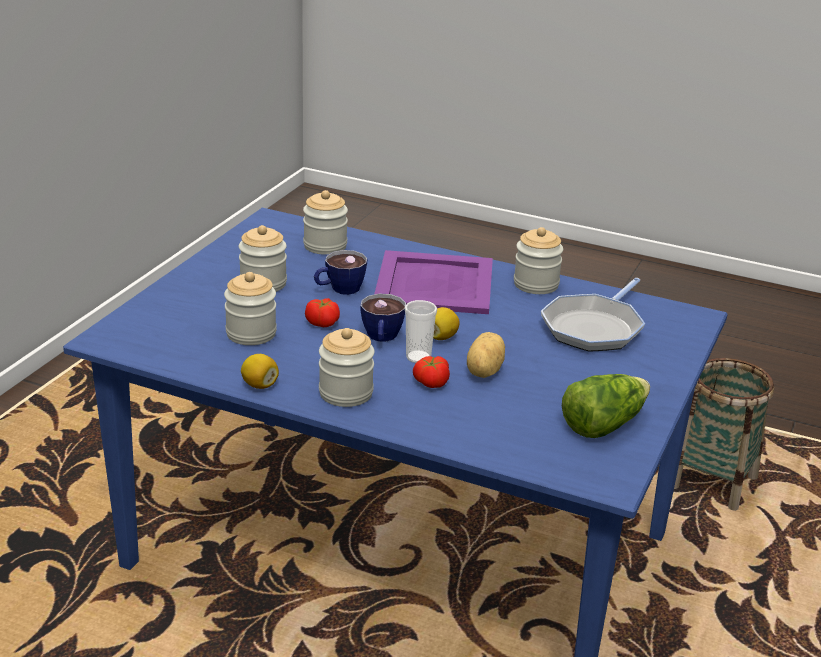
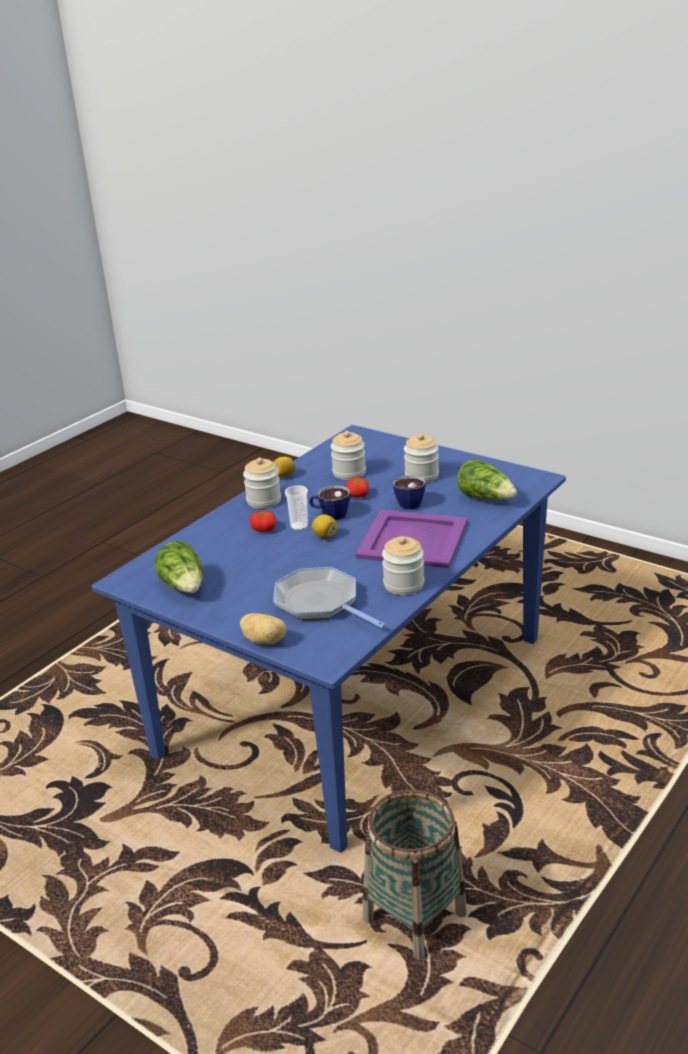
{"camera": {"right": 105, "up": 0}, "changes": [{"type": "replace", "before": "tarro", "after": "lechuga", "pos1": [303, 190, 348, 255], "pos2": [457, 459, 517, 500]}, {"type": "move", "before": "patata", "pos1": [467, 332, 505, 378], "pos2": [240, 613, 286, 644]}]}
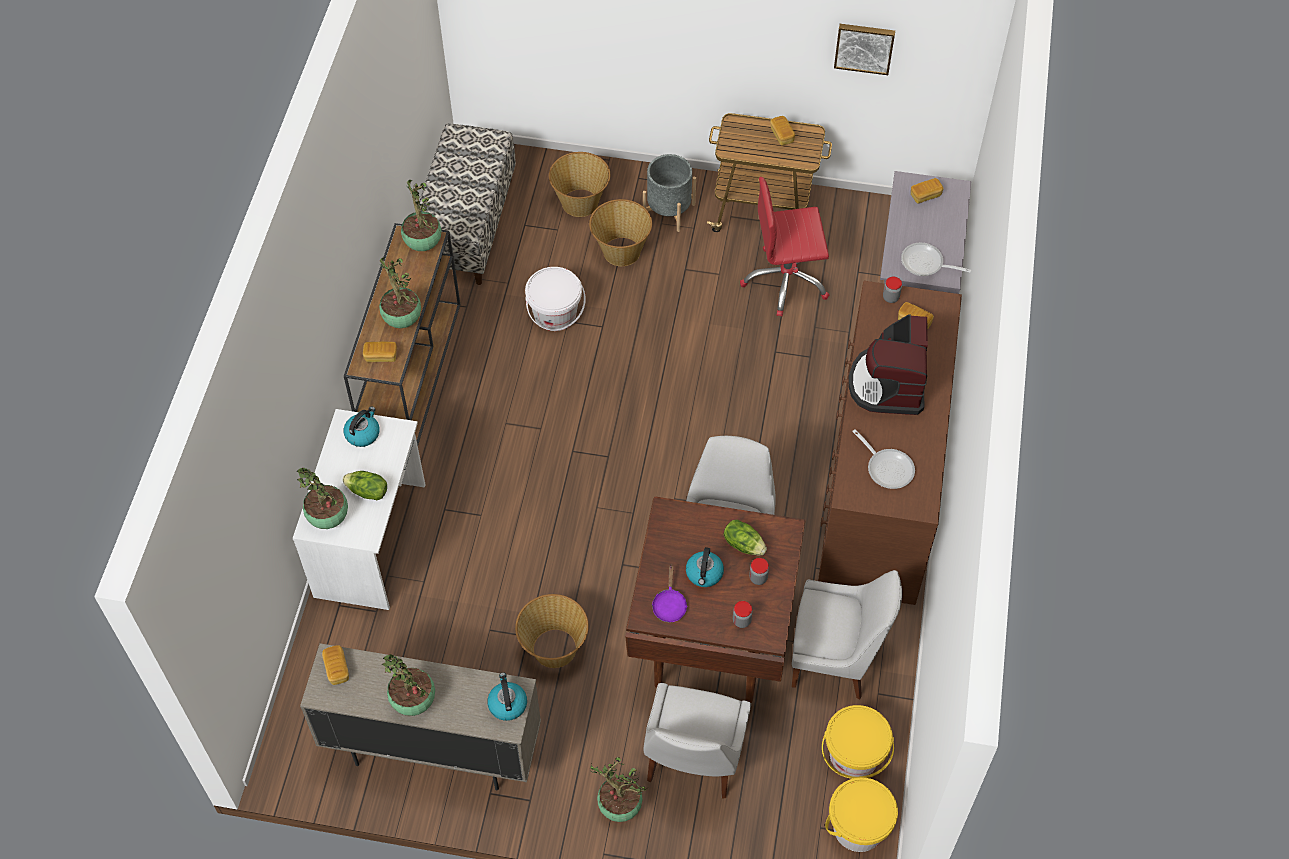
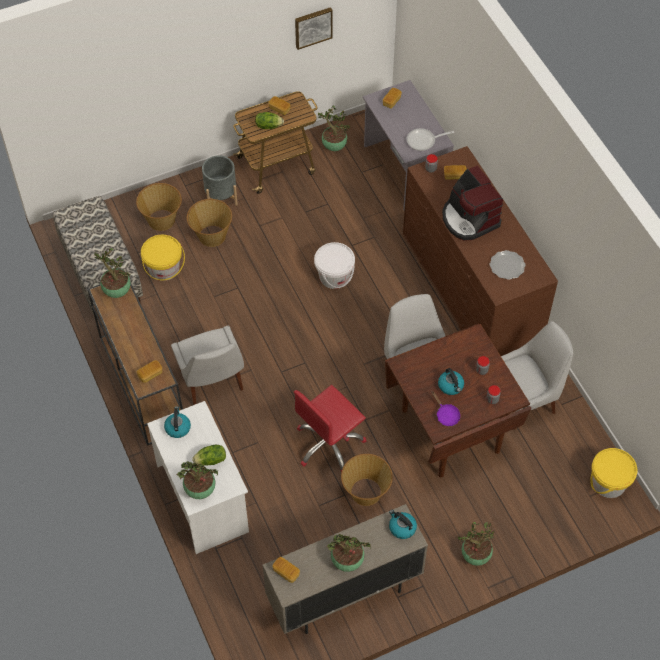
{"camera": {"right": -35, "up": 0}, "changes": [{"type": "move", "before": "silla de oficina (rojo)", "pos1": [740, 177, 829, 317], "pos2": [294, 385, 366, 472]}, {"type": "move", "before": "planta en maceta", "pos1": [379, 257, 421, 328], "pos2": [318, 106, 350, 151]}, {"type": "move", "before": "cubo (blanco)", "pos1": [525, 267, 586, 331], "pos2": [314, 242, 355, 289]}, {"type": "replace", "before": "sartén", "after": "plato", "pos1": [852, 429, 915, 489], "pos2": [490, 250, 526, 280]}, {"type": "move", "before": "lechuga", "pos1": [724, 519, 767, 556], "pos2": [255, 112, 284, 129]}, {"type": "move", "before": "silla (blanco)", "pos1": [644, 683, 751, 799], "pos2": [171, 326, 244, 405]}, {"type": "move", "before": "cubo (amarillo)", "pos1": [822, 705, 894, 779], "pos2": [141, 235, 185, 281]}]}
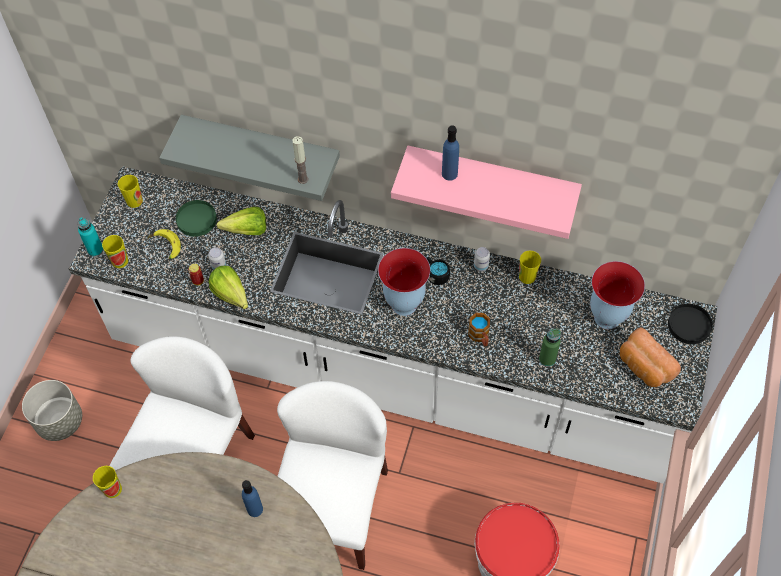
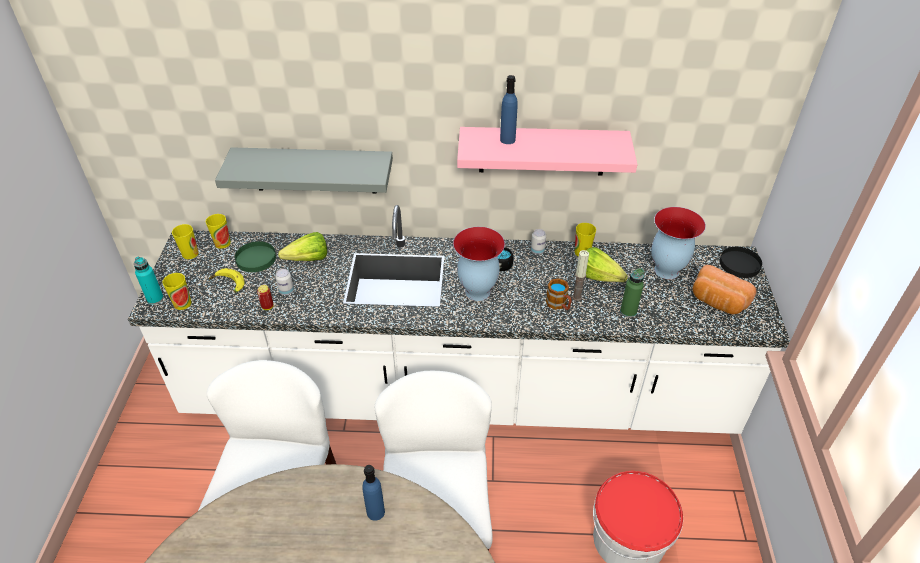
{"camera": {"right": -15, "up": -15}, "changes": [{"type": "move", "before": "vela", "pos1": [292, 136, 308, 184], "pos2": [572, 250, 589, 301]}, {"type": "move", "before": "lechuga", "pos1": [209, 265, 248, 309], "pos2": [586, 247, 628, 282]}, {"type": "delete", "before": "maceta (gris)", "pos1": [22, 380, 82, 441]}, {"type": "move", "before": "taza", "pos1": [93, 466, 122, 498], "pos2": [206, 214, 231, 249]}]}
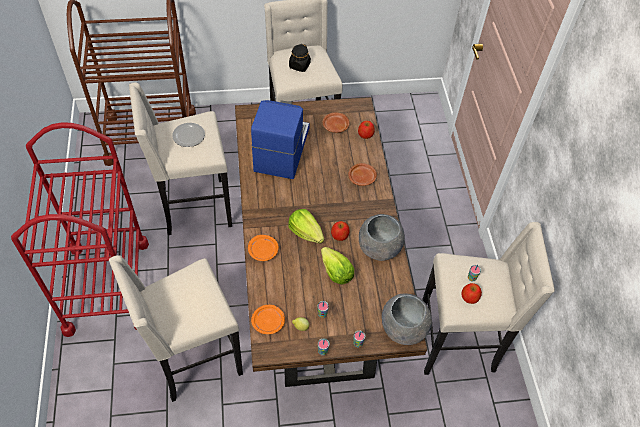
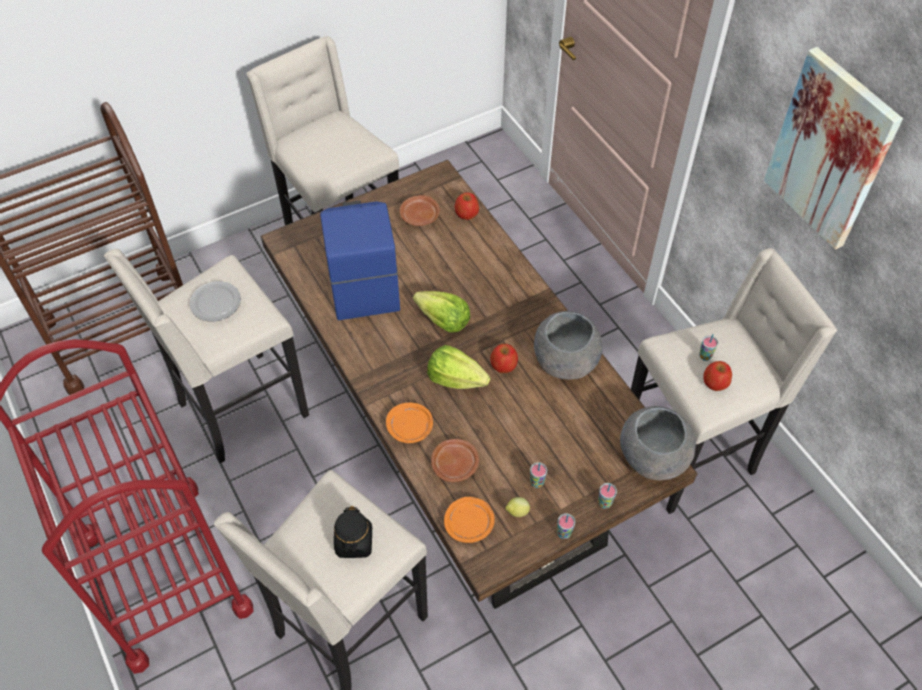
{"camera": {"right": -20, "up": 0}, "changes": [{"type": "move", "before": "tarro (negro)", "pos1": [289, 44, 311, 72], "pos2": [334, 506, 372, 558]}, {"type": "move", "before": "plato (marrón)", "pos1": [348, 163, 377, 186], "pos2": [431, 439, 479, 482]}, {"type": "move", "before": "lechuga", "pos1": [321, 247, 354, 284], "pos2": [413, 291, 470, 333]}, {"type": "insert", "after": "cuadro", "pos2": [764, 47, 903, 250]}]}
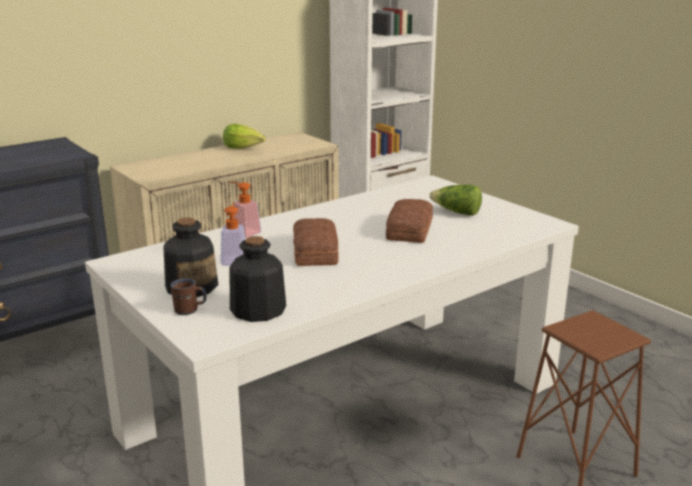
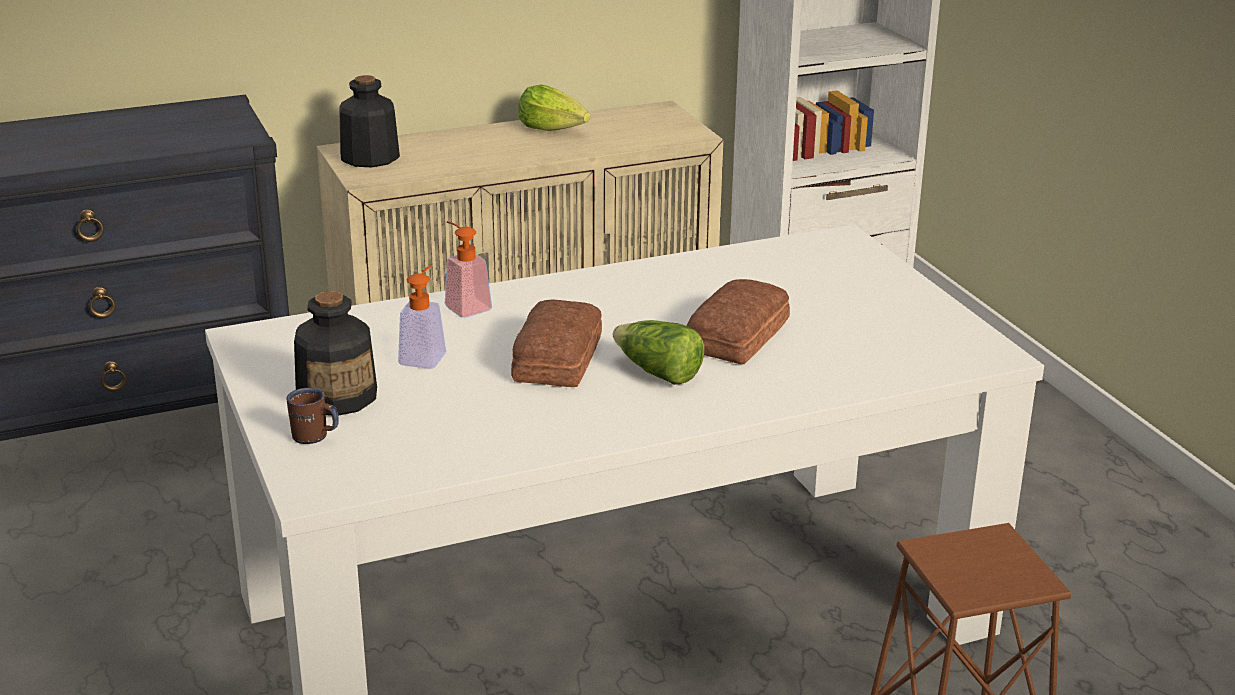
{"camera": {"right": 15, "up": 5}, "changes": [{"type": "move", "before": "lechuga", "pos1": [430, 185, 482, 216], "pos2": [612, 320, 704, 385]}, {"type": "move", "before": "botella", "pos1": [230, 236, 286, 322], "pos2": [339, 75, 400, 168]}]}
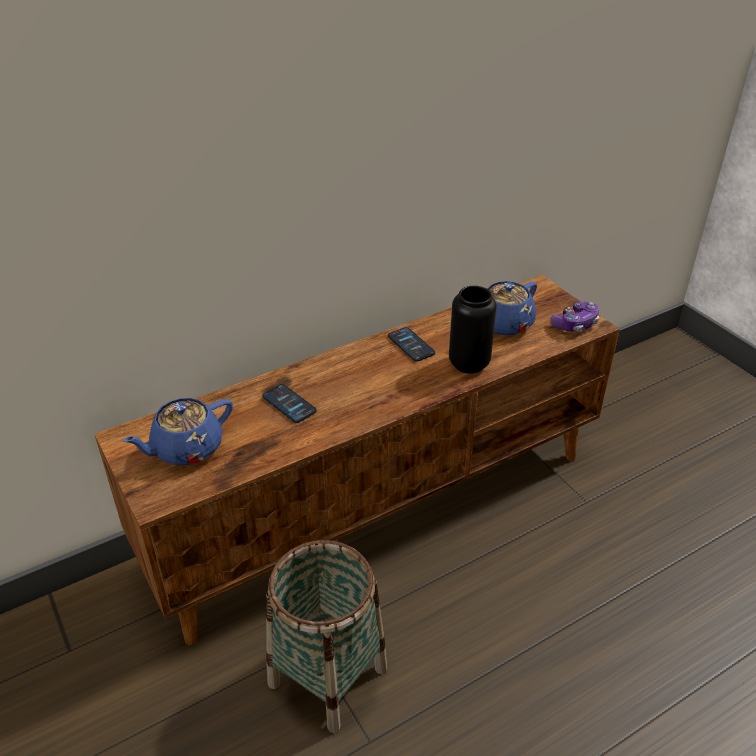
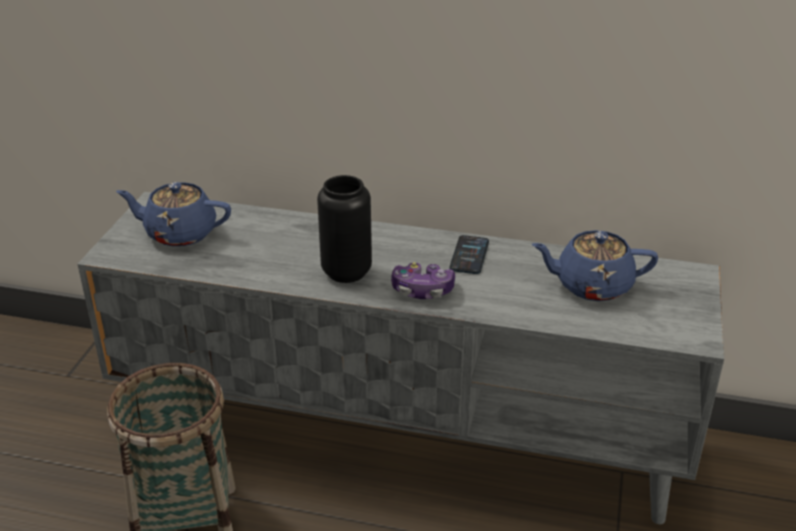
{"camera": {"right": 45, "up": -5}, "changes": [{"type": "recolor", "before": "mueble de televisión (marrón)", "after": "mueble de televisión (gris)", "pos1": [94, 275, 620, 645], "pos2": [77, 192, 724, 524]}, {"type": "move", "before": "florero (negro)", "pos1": [449, 286, 497, 374], "pos2": [317, 175, 372, 283]}, {"type": "move", "before": "mando de consola", "pos1": [550, 302, 599, 332], "pos2": [391, 262, 455, 299]}, {"type": "delete", "before": "móvil", "pos1": [262, 384, 317, 423]}]}
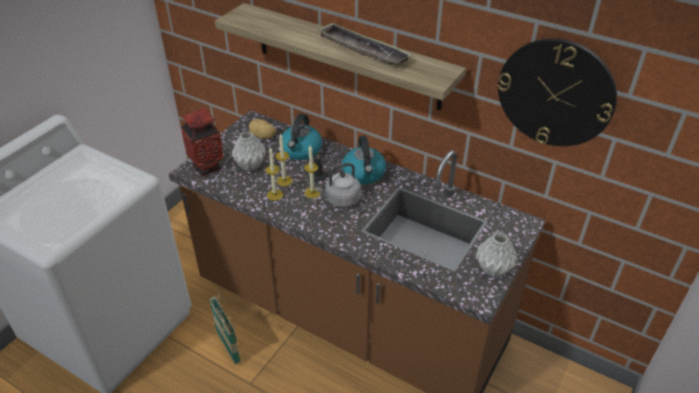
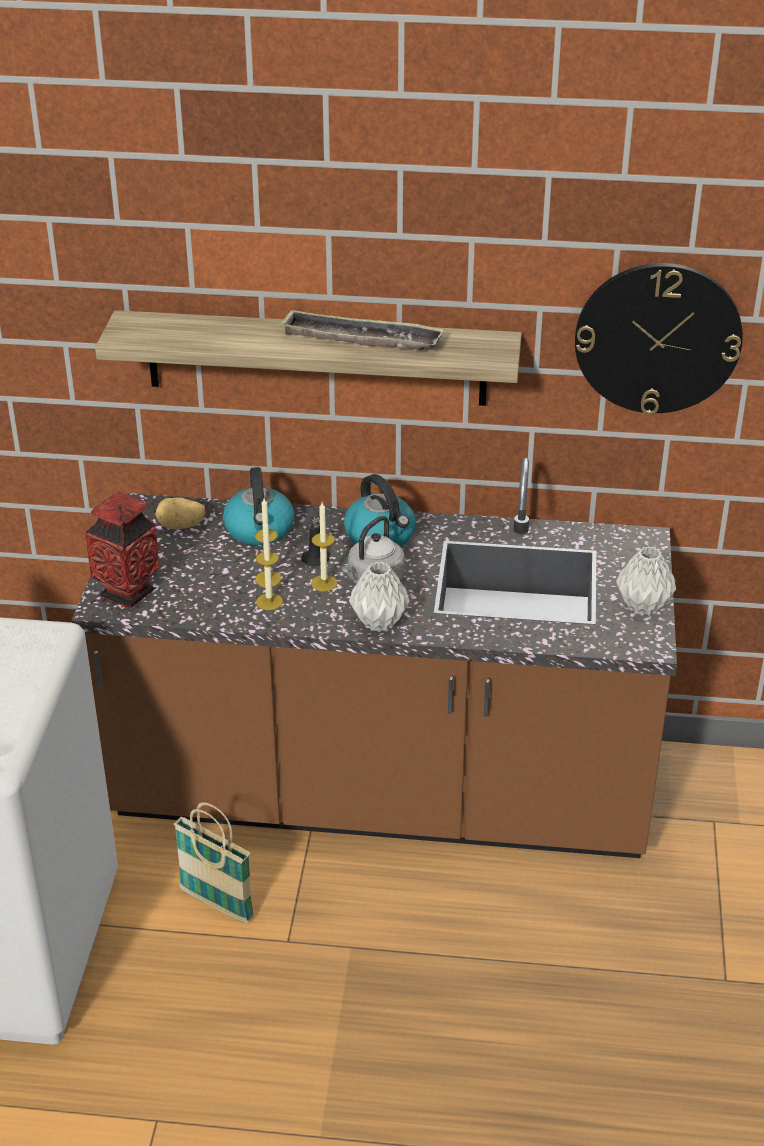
{"camera": {"right": -25, "up": -5}, "changes": [{"type": "move", "before": "florero (gris)", "pos1": [231, 131, 266, 171], "pos2": [349, 562, 410, 632]}]}
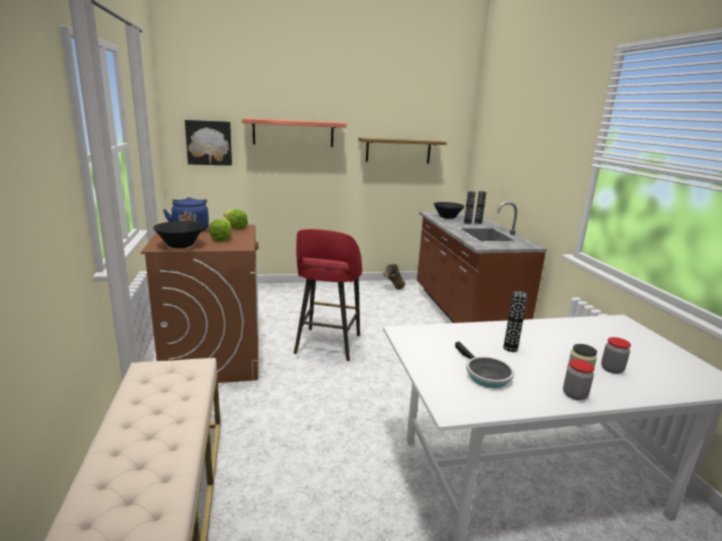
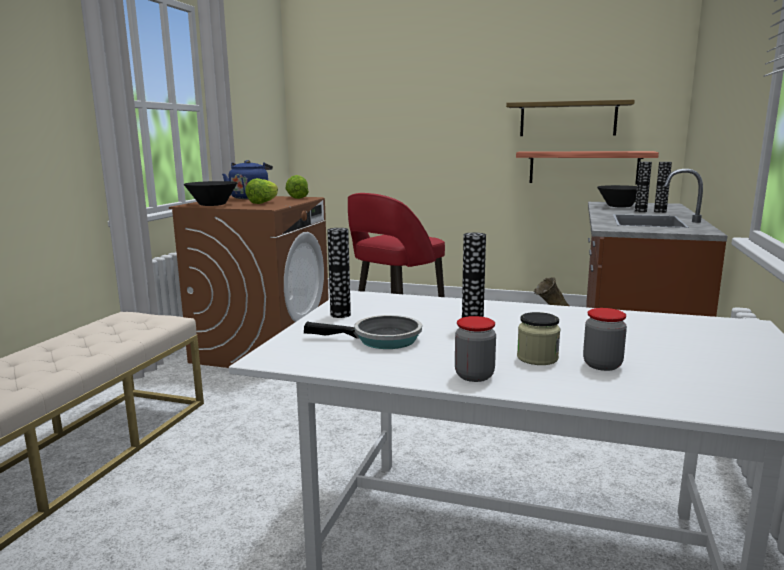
{"camera": {"right": 30, "up": -5}, "changes": [{"type": "move", "before": "estante", "pos1": [242, 118, 347, 147], "pos2": [516, 151, 659, 185]}, {"type": "delete", "before": "cuadro", "pos1": [185, 120, 232, 166]}, {"type": "rotate", "before": "sartén", "pos1": [455, 342, 514, 388], "pos2": [304, 315, 422, 349], "turn": -90}, {"type": "insert", "after": "florero", "pos2": [327, 228, 351, 318]}]}
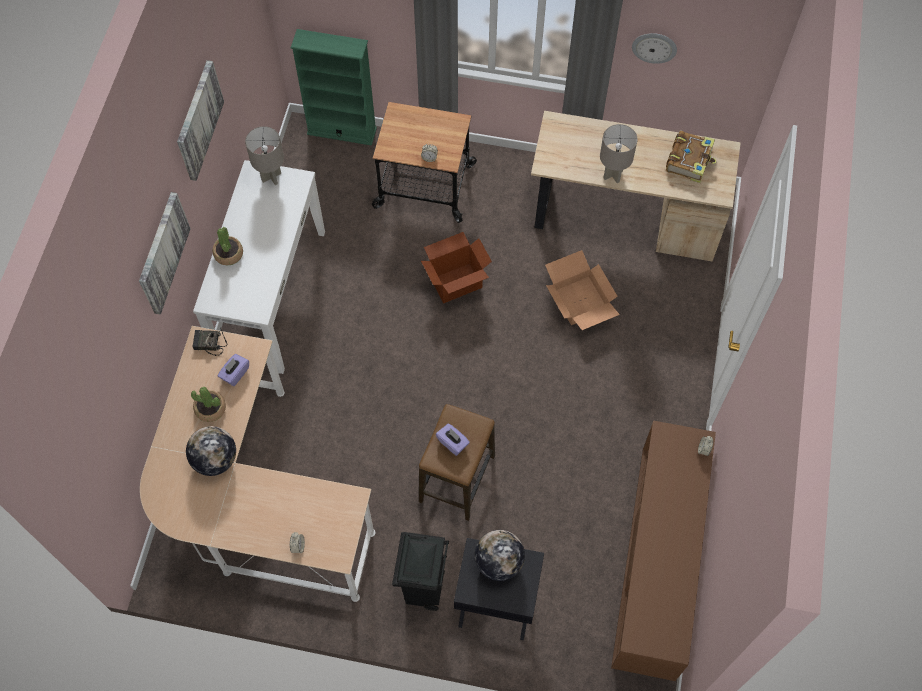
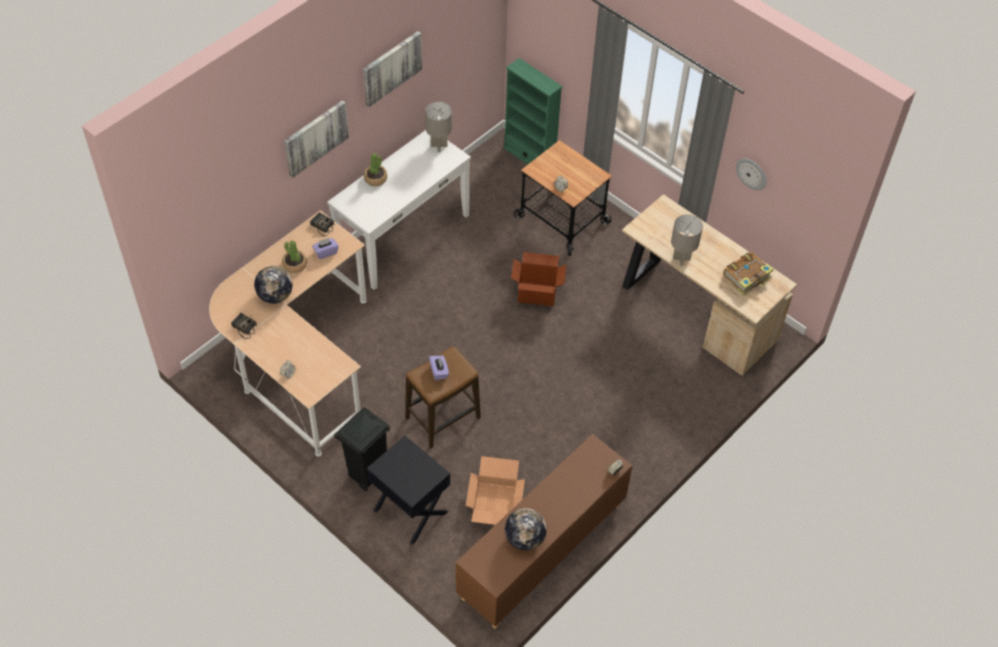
{"camera": {"right": 30, "up": -10}, "changes": [{"type": "move", "before": "caja de cartón", "pos1": [545, 250, 620, 330], "pos2": [466, 456, 525, 525]}, {"type": "move", "before": "globo terráqueo", "pos1": [475, 530, 525, 581], "pos2": [505, 508, 547, 551]}, {"type": "insert", "after": "radio", "pos2": [231, 313, 257, 339]}]}
